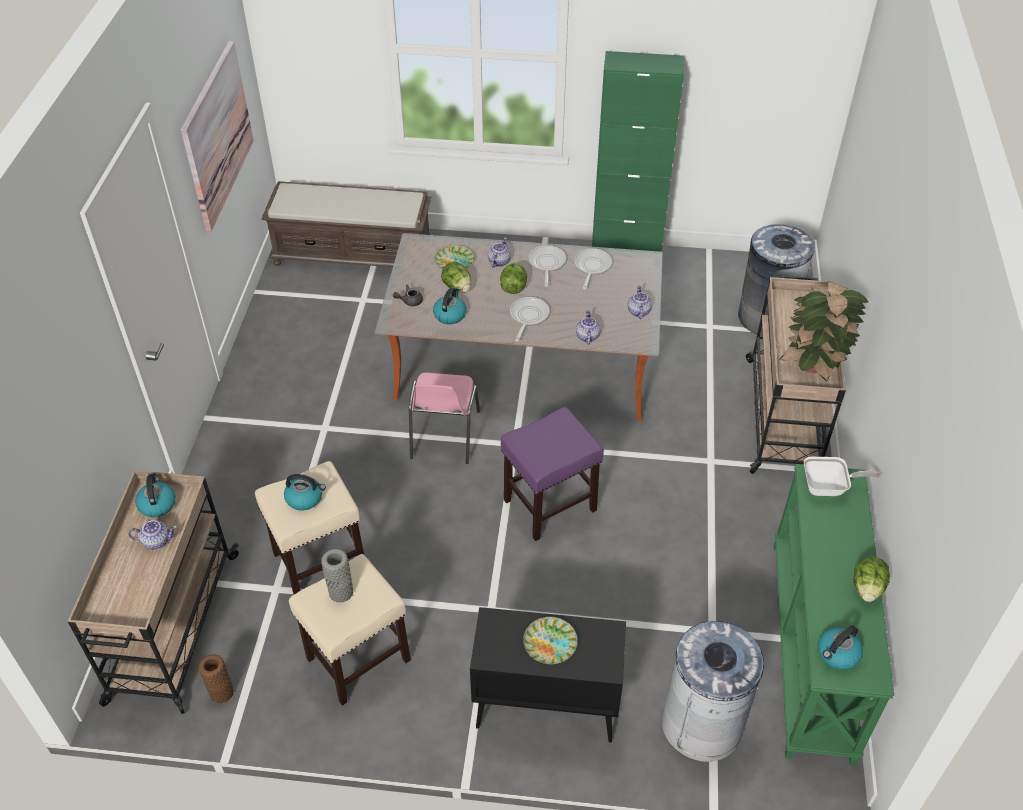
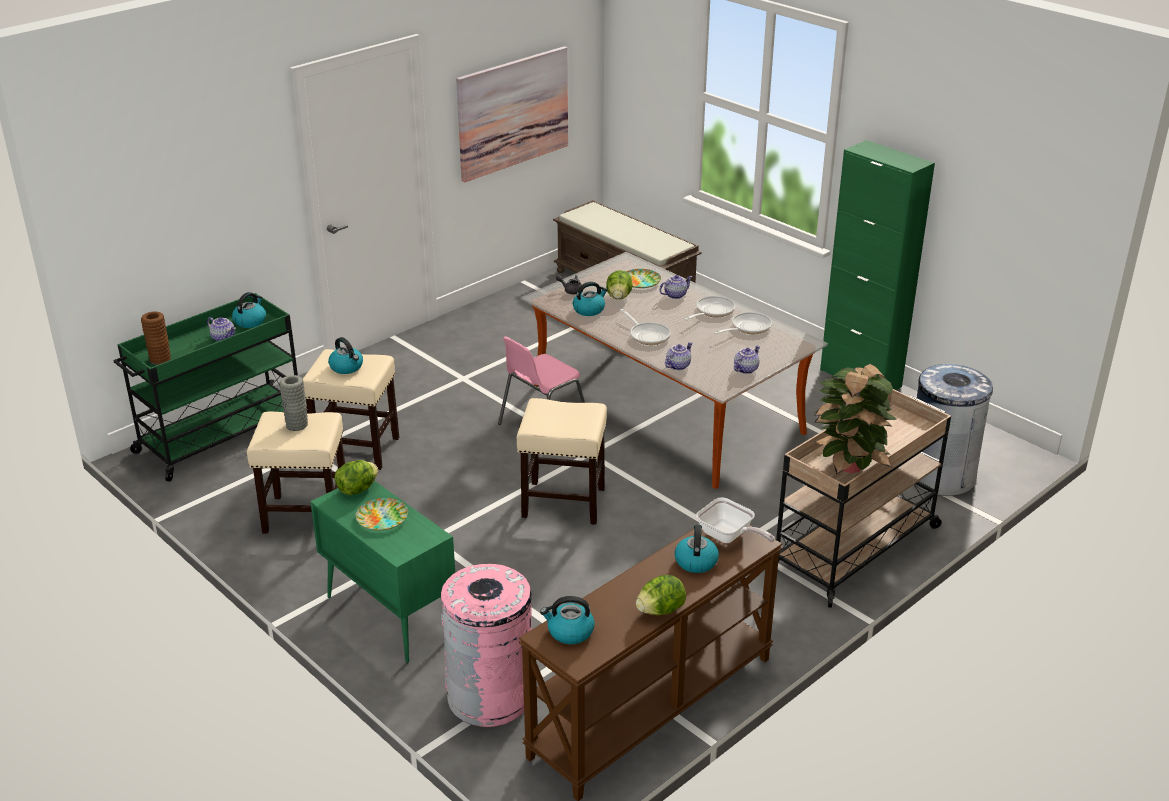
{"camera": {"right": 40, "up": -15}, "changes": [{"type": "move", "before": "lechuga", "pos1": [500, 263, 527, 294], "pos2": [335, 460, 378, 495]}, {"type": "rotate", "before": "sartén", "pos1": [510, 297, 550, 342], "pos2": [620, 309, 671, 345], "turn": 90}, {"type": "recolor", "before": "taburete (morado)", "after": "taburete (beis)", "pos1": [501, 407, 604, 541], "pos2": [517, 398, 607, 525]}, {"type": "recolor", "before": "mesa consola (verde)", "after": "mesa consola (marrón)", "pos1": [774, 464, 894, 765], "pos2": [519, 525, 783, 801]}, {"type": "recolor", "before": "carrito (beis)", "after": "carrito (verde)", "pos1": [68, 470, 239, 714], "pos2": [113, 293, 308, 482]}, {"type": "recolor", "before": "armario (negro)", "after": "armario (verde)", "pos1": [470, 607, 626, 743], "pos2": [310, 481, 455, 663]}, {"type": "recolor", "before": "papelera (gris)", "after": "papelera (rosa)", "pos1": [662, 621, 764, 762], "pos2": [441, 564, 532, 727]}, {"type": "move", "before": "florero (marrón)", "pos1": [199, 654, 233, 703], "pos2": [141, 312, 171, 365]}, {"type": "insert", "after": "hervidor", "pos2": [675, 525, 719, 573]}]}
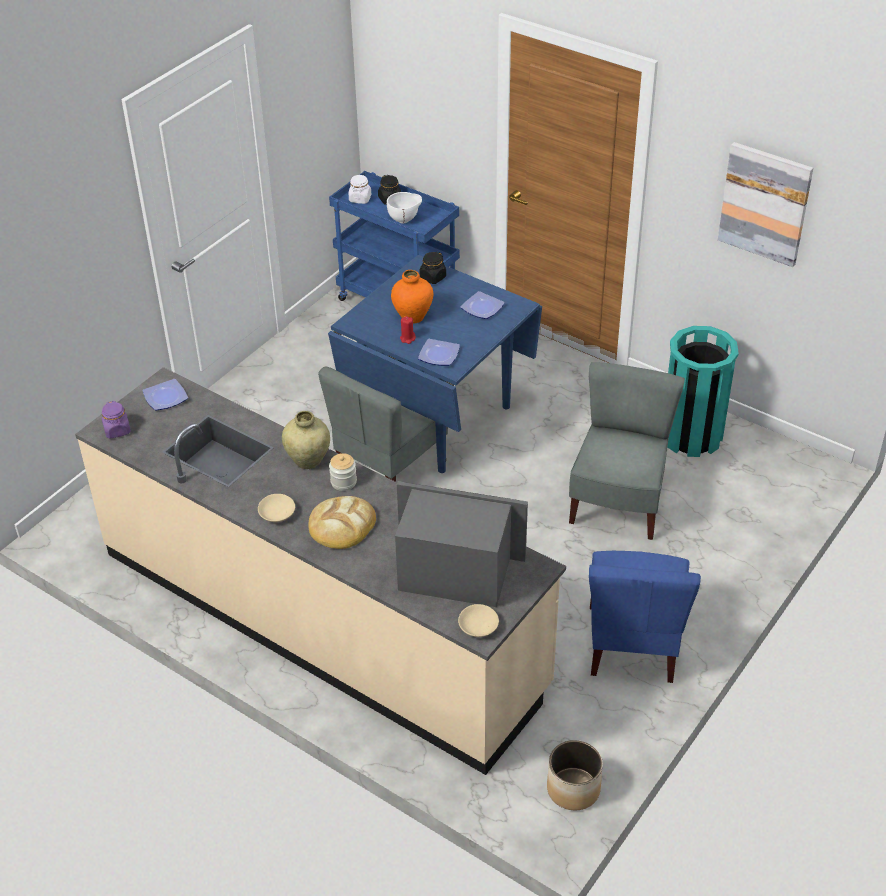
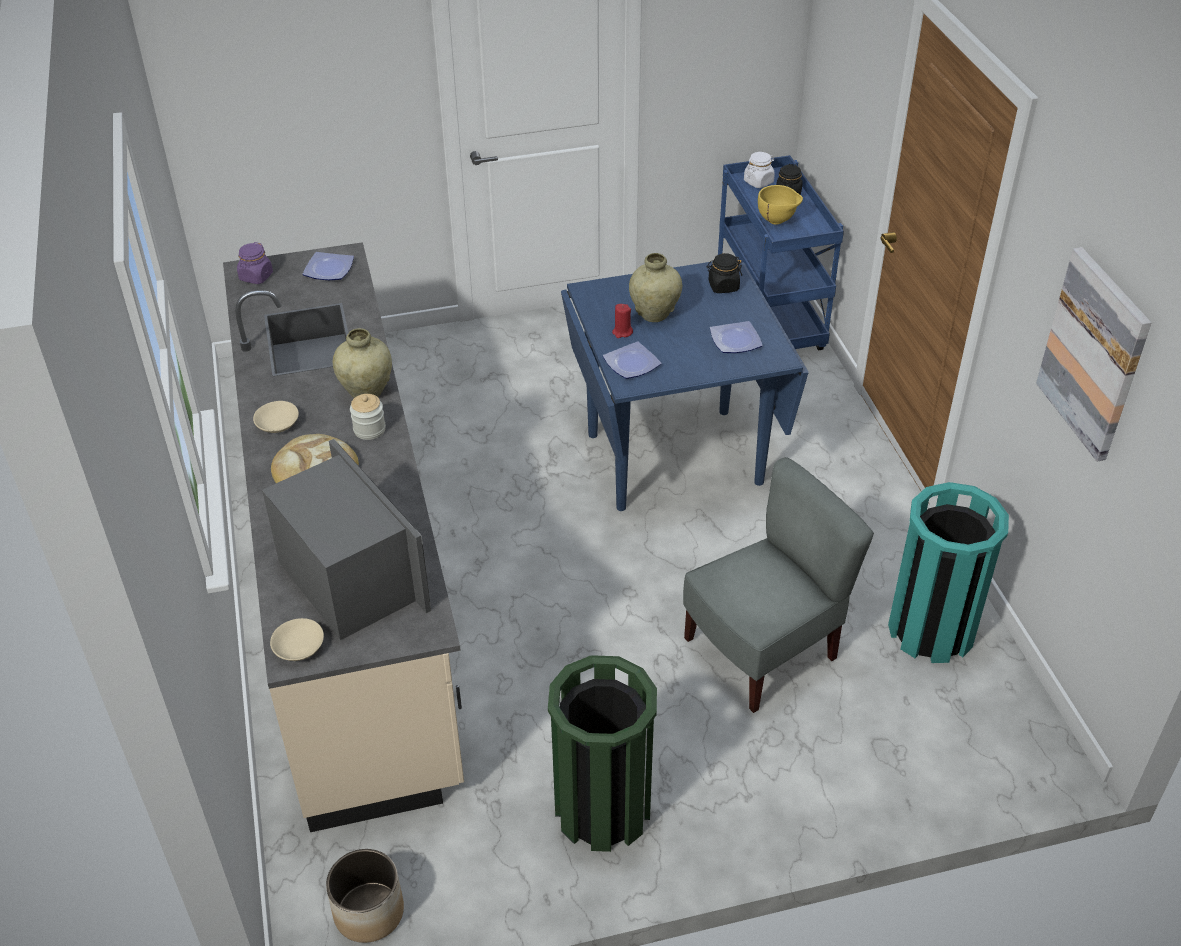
{"camera": {"right": 40, "up": 0}, "changes": [{"type": "recolor", "before": "cuenco (blanco)", "after": "cuenco (amarillo)", "pos1": [387, 192, 422, 223], "pos2": [758, 185, 803, 225]}, {"type": "recolor", "before": "florero (naranja)", "after": "florero (beis)", "pos1": [391, 270, 434, 324], "pos2": [629, 253, 682, 322]}, {"type": "delete", "before": "silla (gris)", "pos1": [318, 366, 448, 482]}, {"type": "replace", "before": "silla (azul)", "after": "papelera (verde)", "pos1": [589, 551, 701, 683], "pos2": [548, 655, 657, 852]}]}
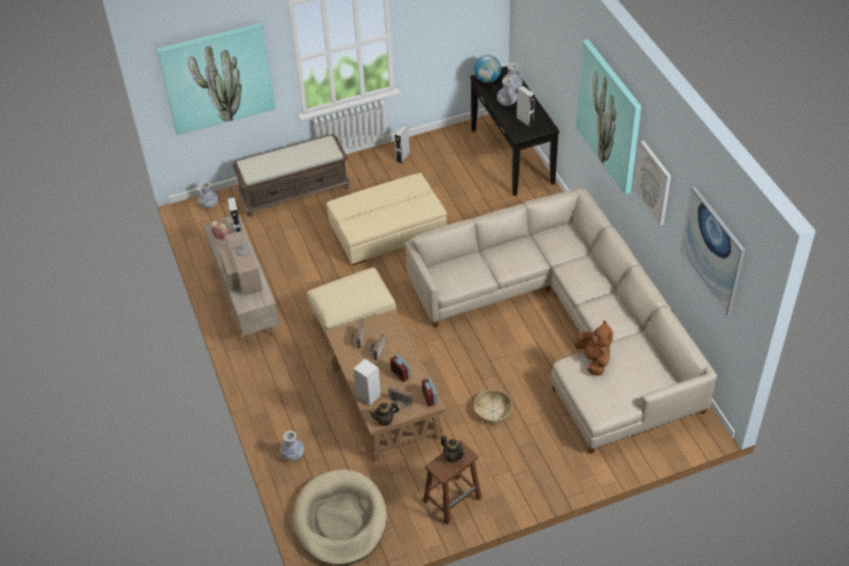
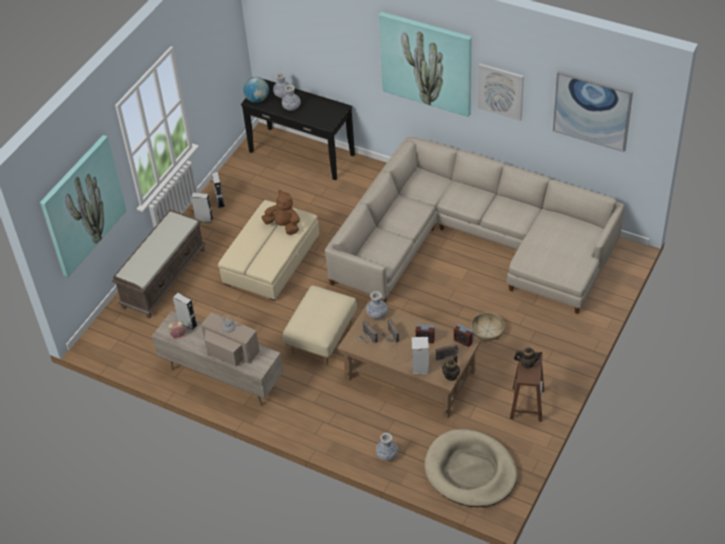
{"camera": {"right": -40, "up": 0}, "changes": [{"type": "move", "before": "altavoz (gris)", "pos1": [517, 86, 535, 127], "pos2": [191, 193, 213, 223]}, {"type": "move", "before": "florero", "pos1": [198, 182, 218, 209], "pos2": [366, 291, 388, 319]}, {"type": "move", "before": "peluche (marrón)", "pos1": [574, 320, 613, 376], "pos2": [262, 190, 300, 235]}]}
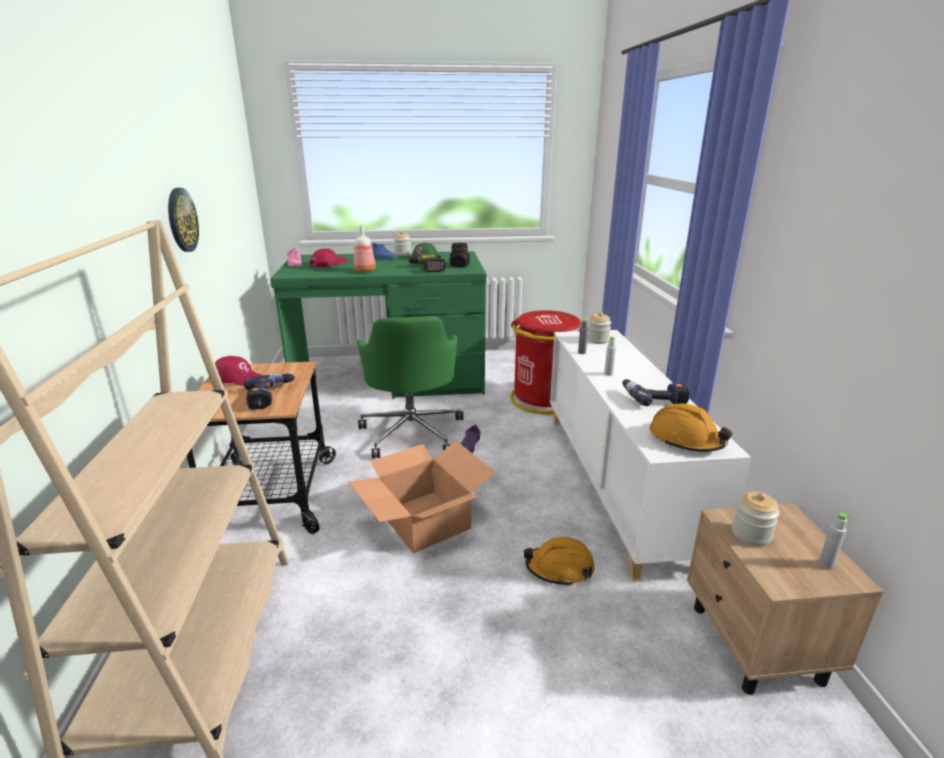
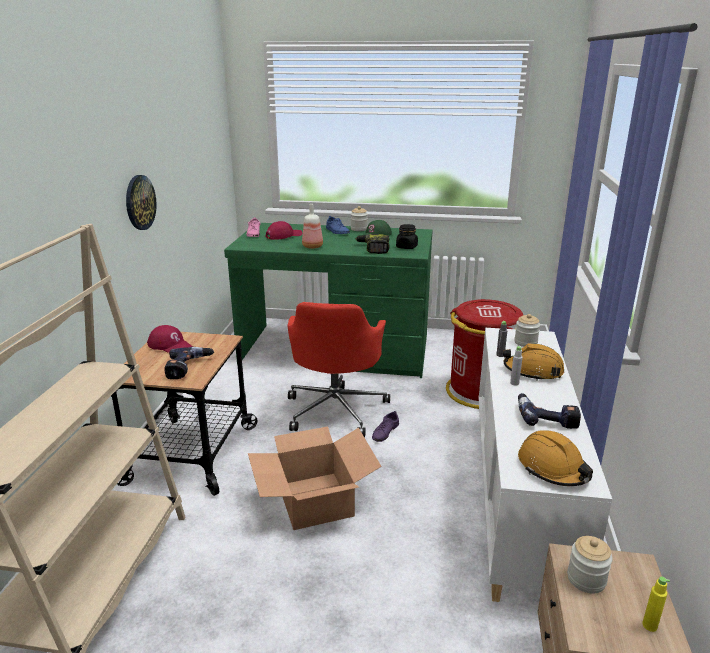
{"camera": {"right": 15, "up": 0}, "changes": [{"type": "recolor", "before": "silla de oficina (verde)", "after": "silla de oficina (rojo)", "pos1": [357, 316, 463, 459], "pos2": [287, 302, 390, 437]}, {"type": "recolor", "before": "botella (gris)", "after": "botella (amarillo)", "pos1": [819, 513, 849, 569], "pos2": [642, 576, 670, 632]}, {"type": "move", "before": "casco (naranja)", "pos1": [524, 537, 594, 587], "pos2": [503, 343, 564, 381]}]}
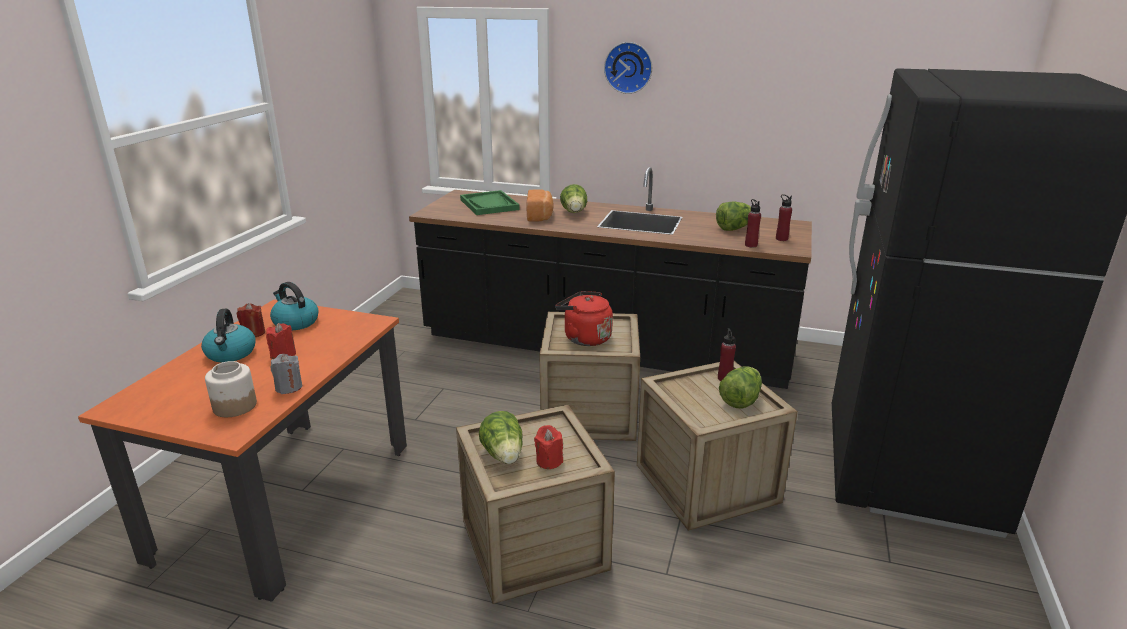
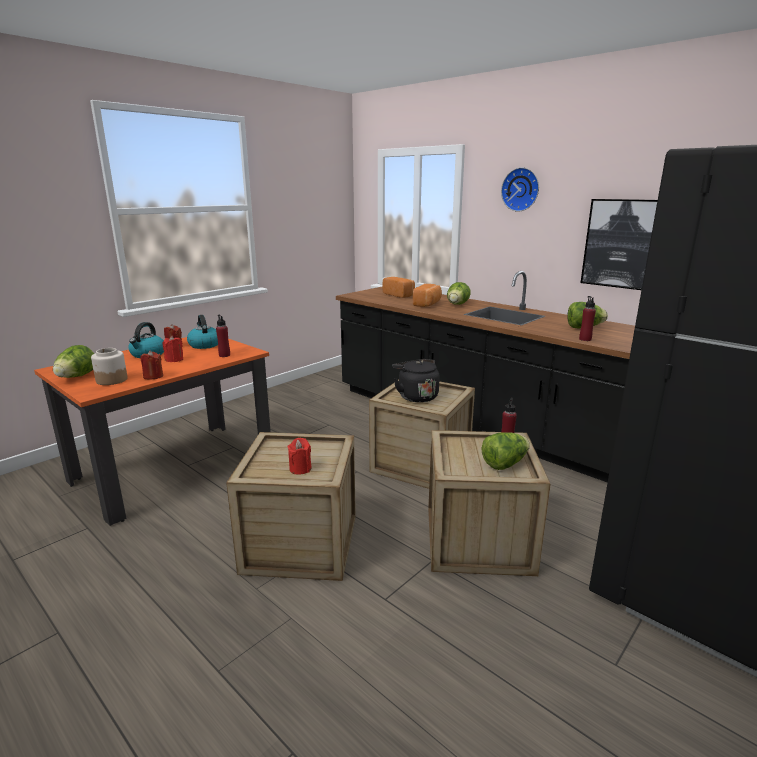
{"camera": {"right": 25, "up": -5}, "changes": [{"type": "replace", "before": "bandeja (verde)", "after": "pan", "pos1": [460, 190, 520, 215], "pos2": [382, 277, 415, 298]}, {"type": "move", "before": "botella (rojo)", "pos1": [776, 194, 792, 241], "pos2": [216, 315, 230, 357]}, {"type": "recolor", "before": "hervidor (rojo)", "after": "hervidor (negro)", "pos1": [555, 291, 613, 346], "pos2": [393, 359, 440, 403]}, {"type": "recolor", "before": "vela (gris)", "after": "vela (rojo)", "pos1": [271, 354, 302, 394], "pos2": [140, 351, 163, 380]}, {"type": "move", "before": "lechuga", "pos1": [479, 411, 523, 464], "pos2": [53, 345, 94, 378]}, {"type": "insert", "after": "cuadro", "pos2": [580, 199, 658, 290]}]}
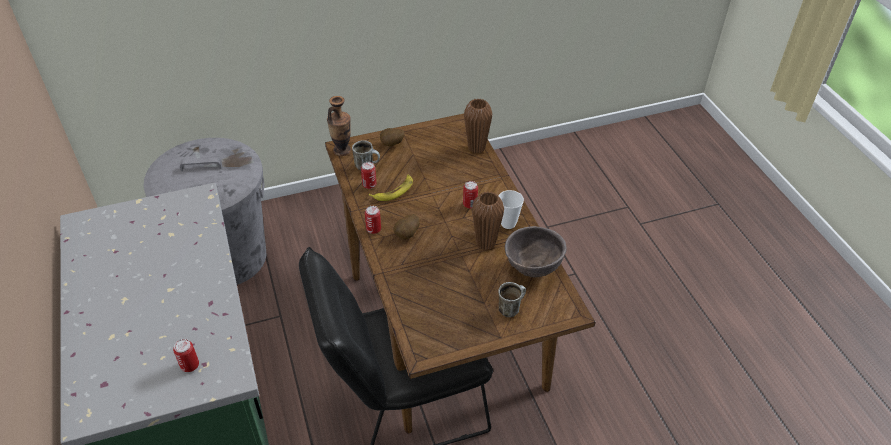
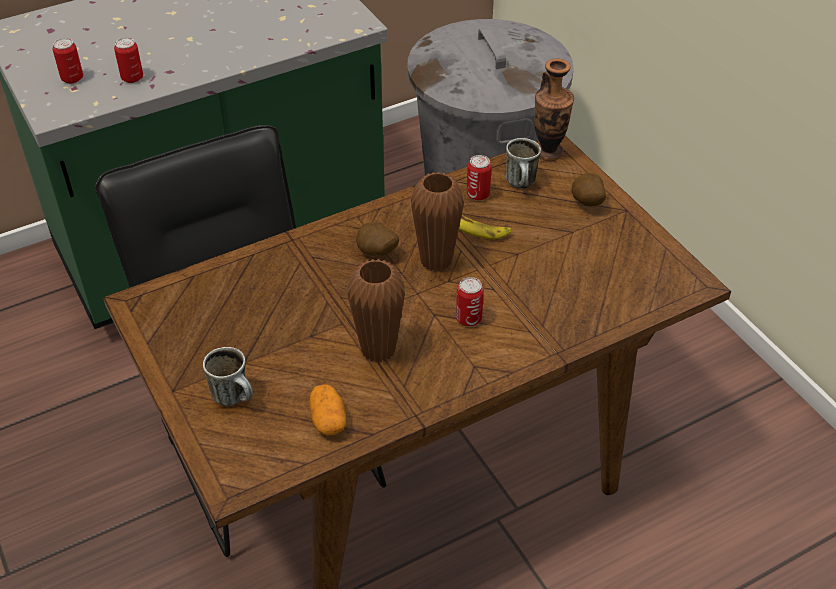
{"camera": {"right": 80, "up": 0}, "changes": [{"type": "move", "before": "florero (marrón)", "pos1": [464, 98, 492, 154], "pos2": [410, 172, 464, 272]}, {"type": "delete", "before": "taza", "pos1": [499, 190, 524, 229]}, {"type": "move", "before": "lata", "pos1": [365, 206, 381, 234], "pos2": [114, 37, 143, 83]}, {"type": "replace", "before": "cuenco (marrón)", "after": "patata", "pos1": [505, 226, 567, 278], "pos2": [310, 384, 346, 436]}]}
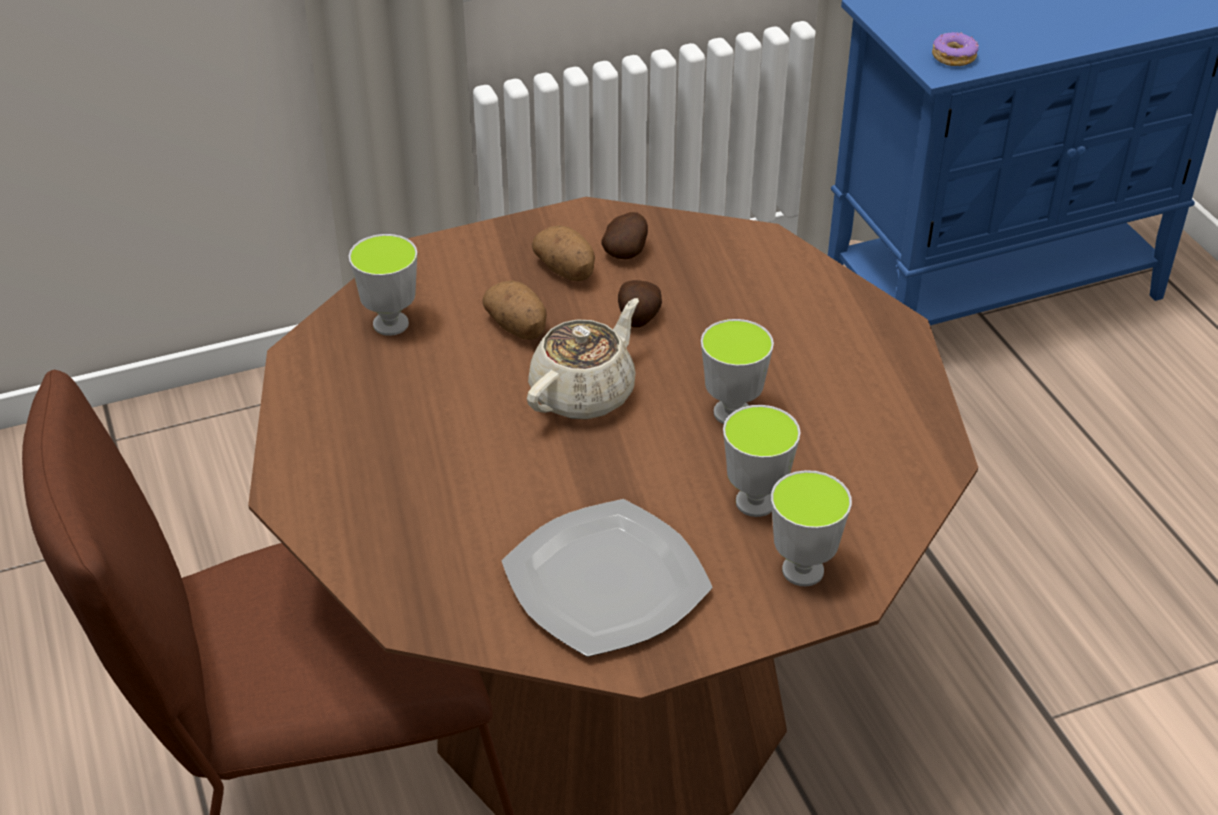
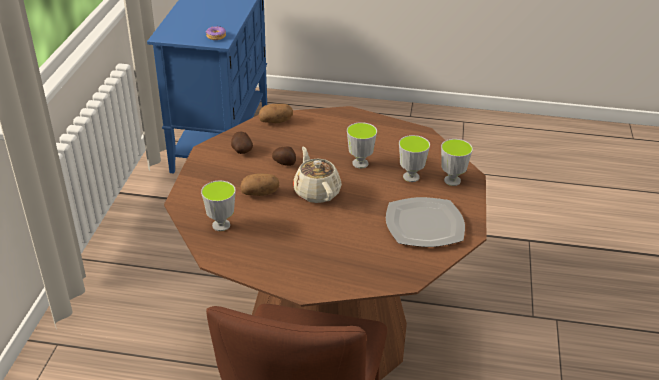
{"camera": {"right": -60, "up": -5}, "changes": [{"type": "move", "before": "patata", "pos1": [532, 225, 595, 281], "pos2": [258, 104, 293, 123]}]}
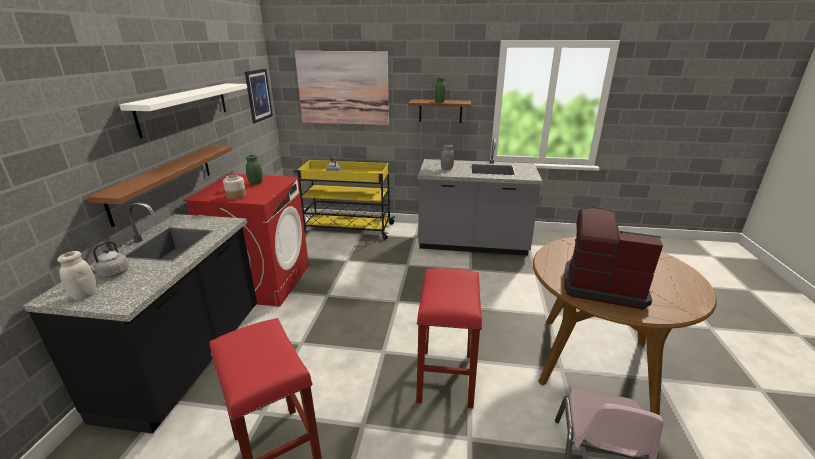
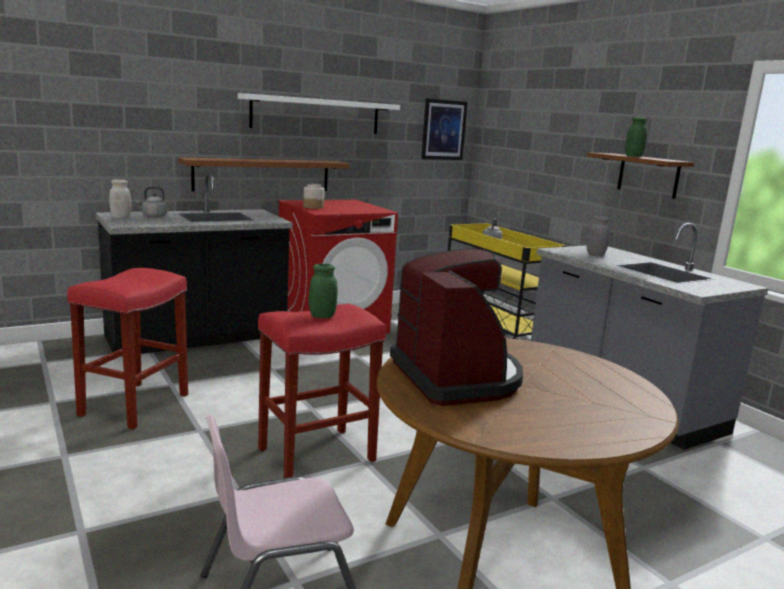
{"camera": {"right": 50, "up": -10}, "changes": [{"type": "delete", "before": "cuadro", "pos1": [295, 51, 389, 125]}, {"type": "move", "before": "tarro (verde)", "pos1": [246, 155, 263, 185], "pos2": [309, 264, 338, 318]}]}
